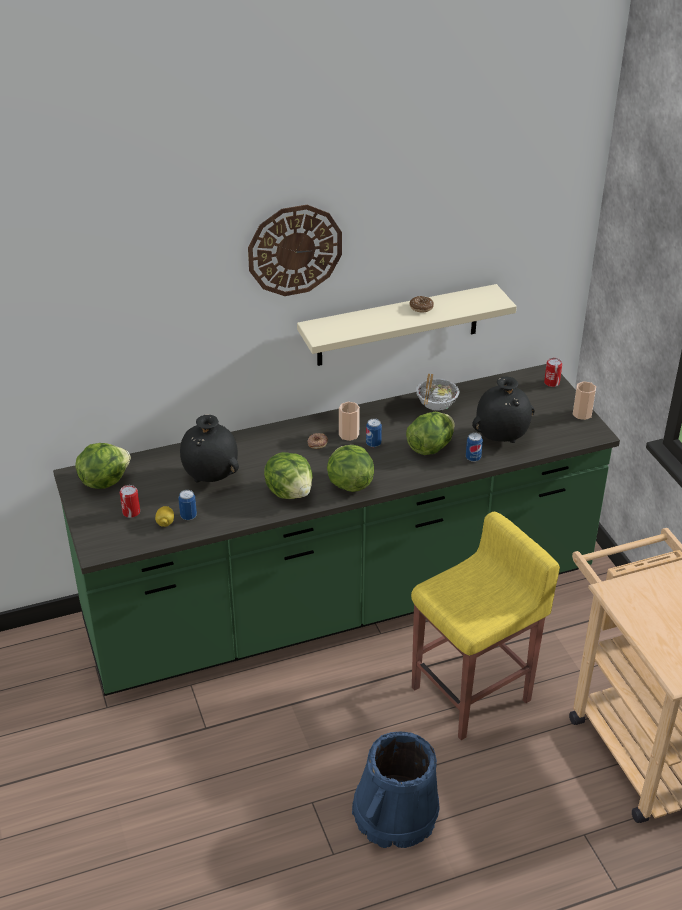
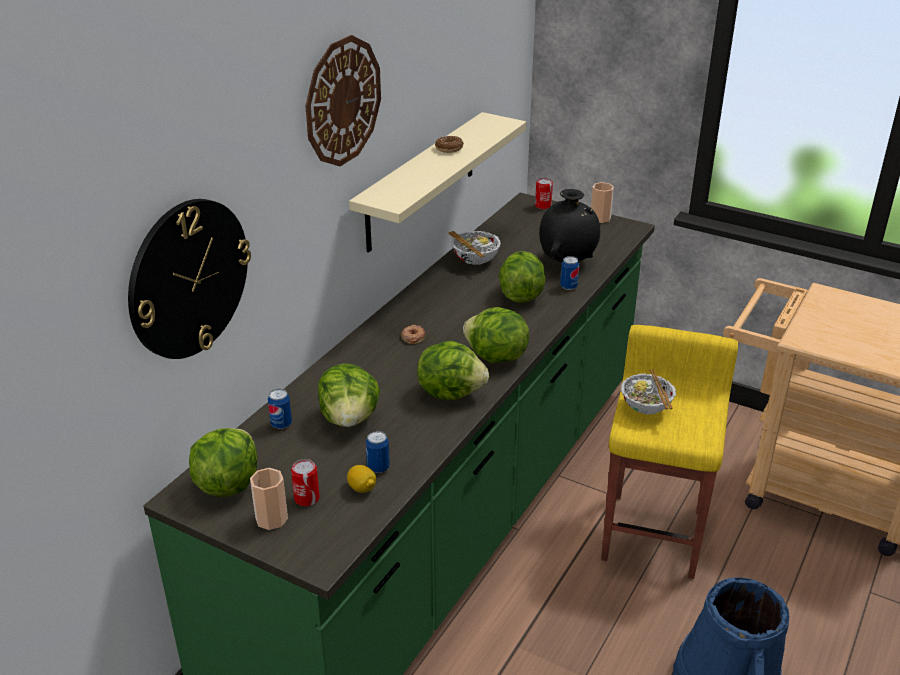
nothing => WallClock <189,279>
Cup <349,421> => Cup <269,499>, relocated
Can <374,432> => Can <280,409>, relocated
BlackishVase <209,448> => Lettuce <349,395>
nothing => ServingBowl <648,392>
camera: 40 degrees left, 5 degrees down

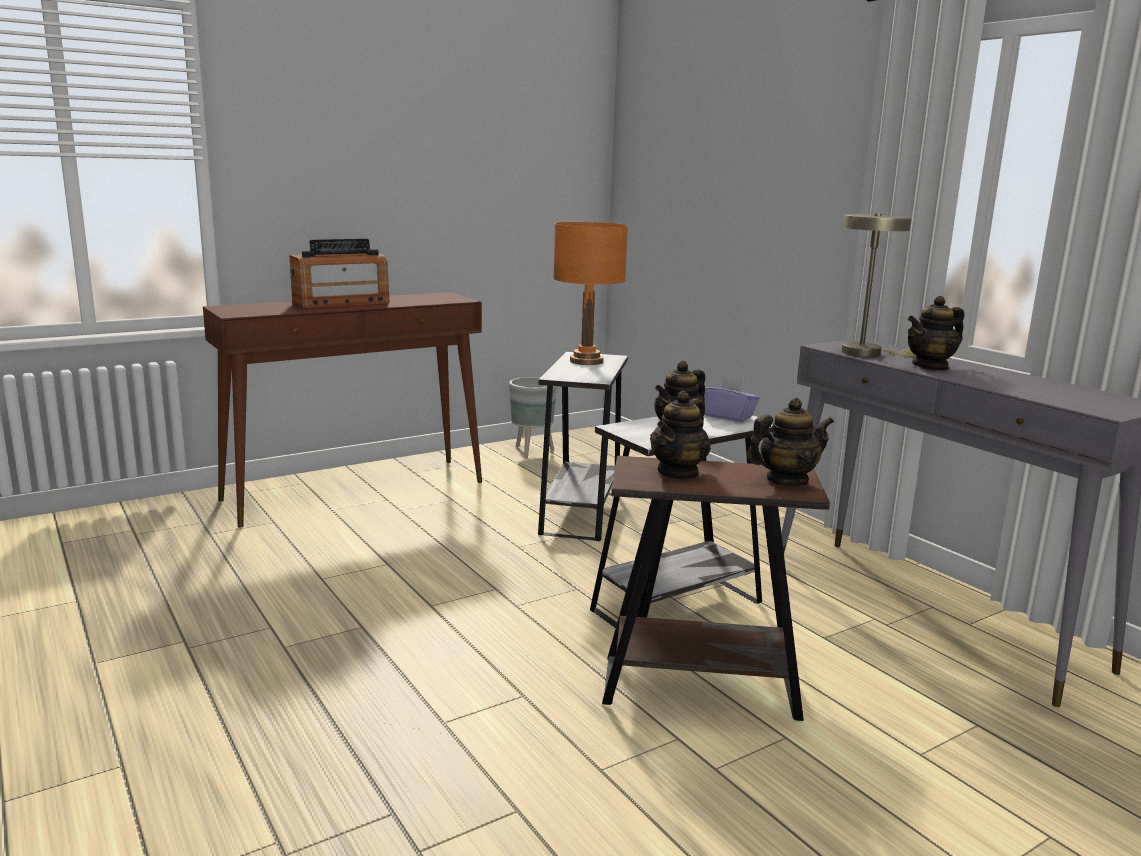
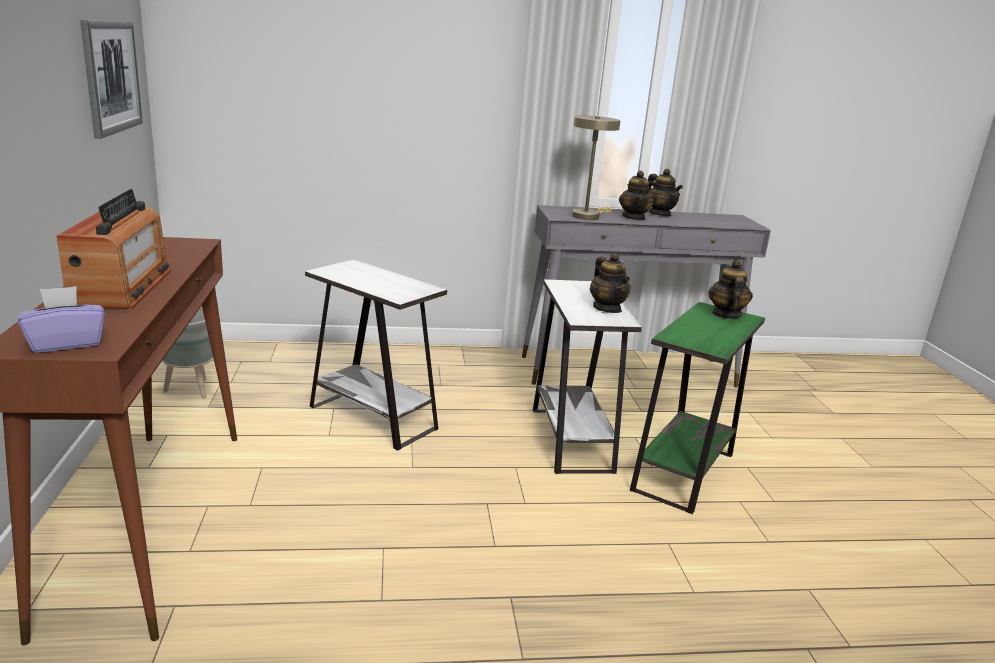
PurplishTissueBox <732,398> => PurplishTissueBox <61,319>, relocated
nothing => Picture <111,79>
BrownEndTable <716,588> => GreenEndTable <697,408>
TeaPot <680,435> => TeaPot <665,192>, relocated
OrangeTableLamp <590,293> => nothing
camera: 65 degrees left, 5 degrees up

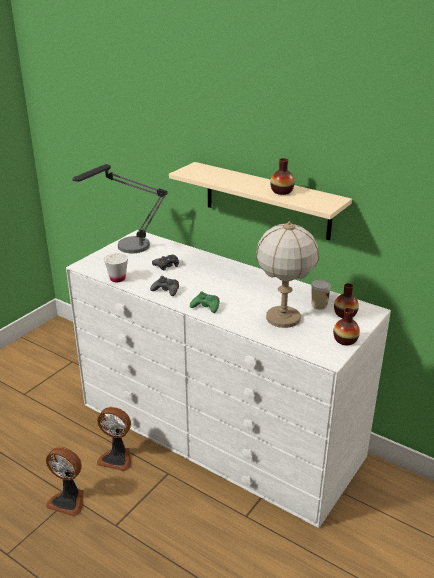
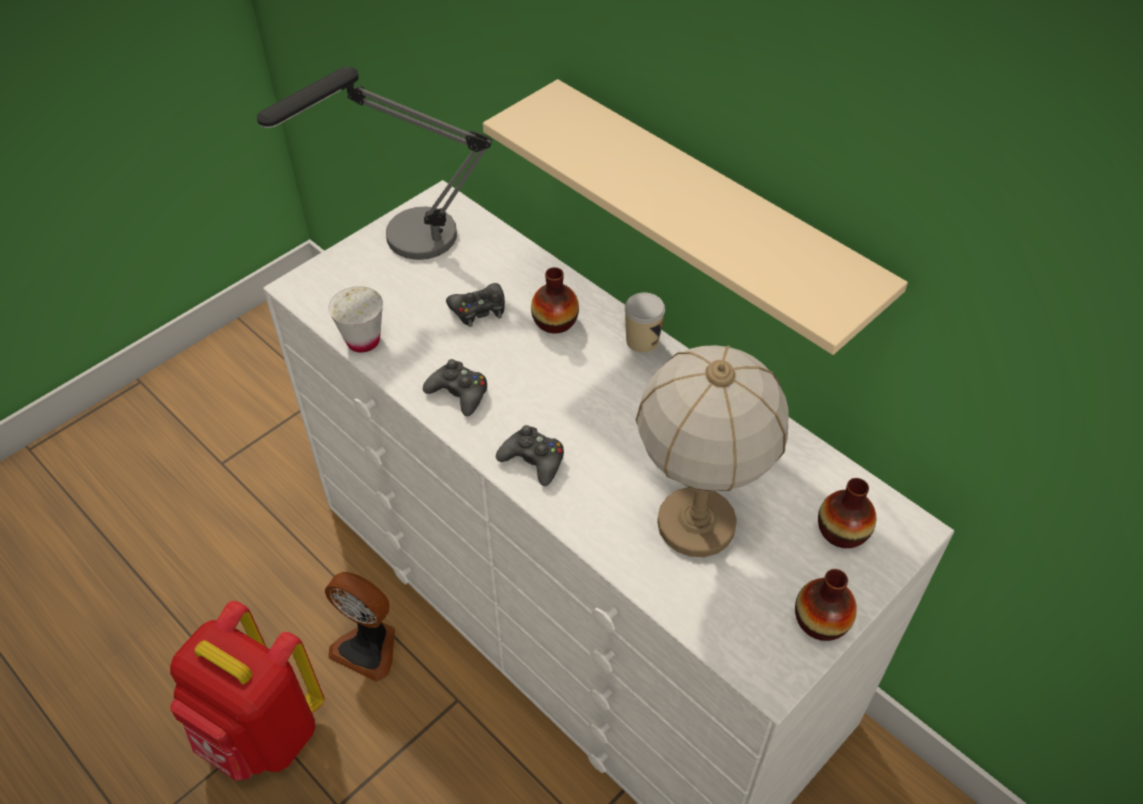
CoolingFan <64,482> => RedRucksack <247,691>
GreenJoypad <205,302> => BlackishJoypad <530,455>
Vase <282,176> => Vase <555,300>, relocated
Cup <321,295> => Cup <645,323>, relocated
camera: 10 degrees right, 20 degrees up

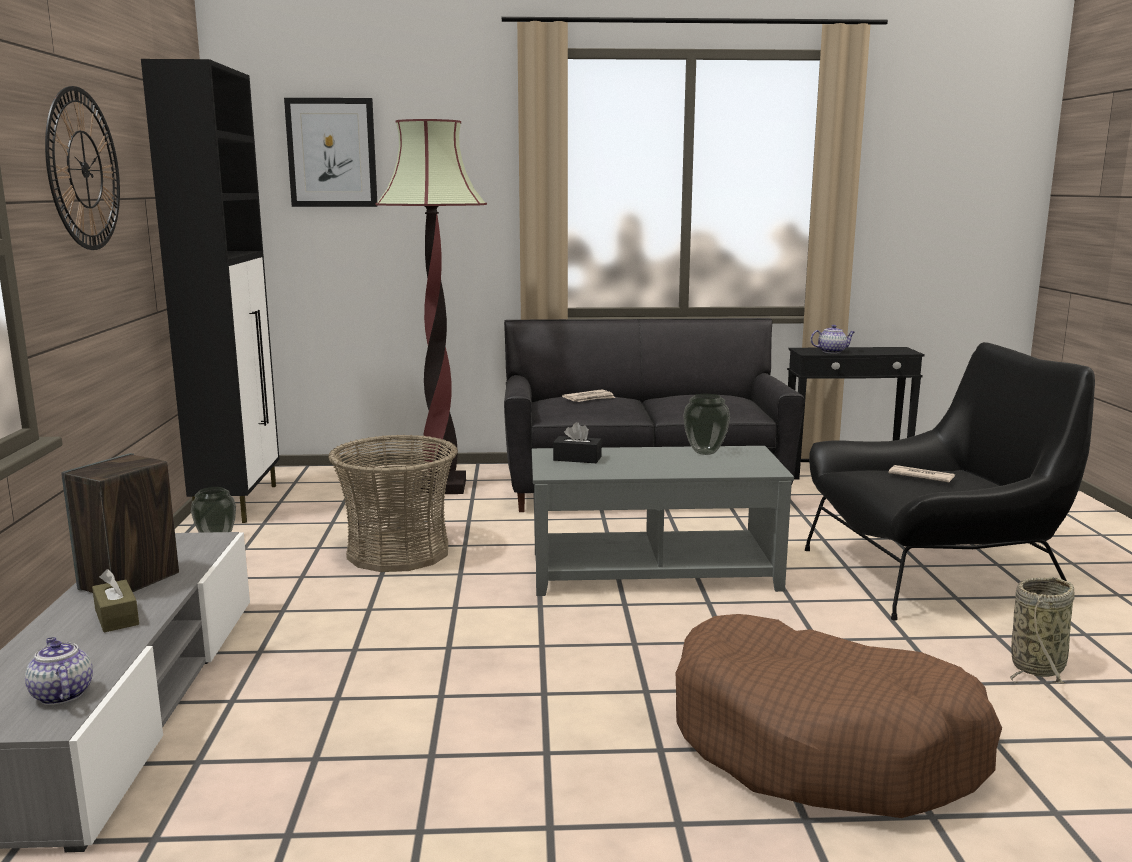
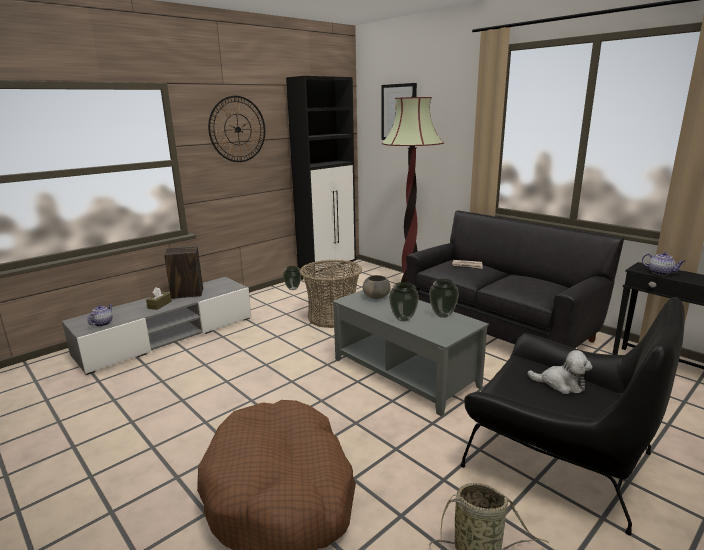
BlackishTissueBox <577,442> => GreyServingBowl <377,287>
nothing => Vase <404,302>
DailyPaper <921,474> => SoftToy <559,372>
camera: 50 degrees right, 5 degrees up

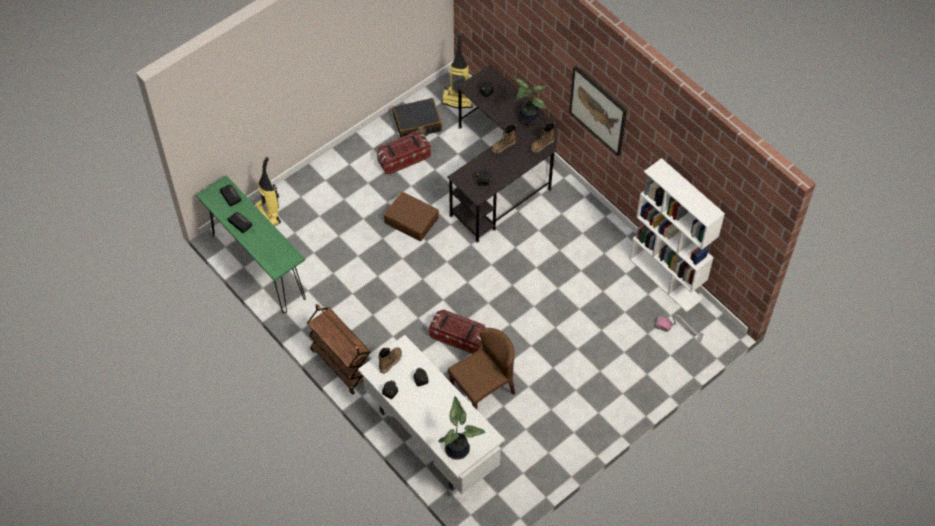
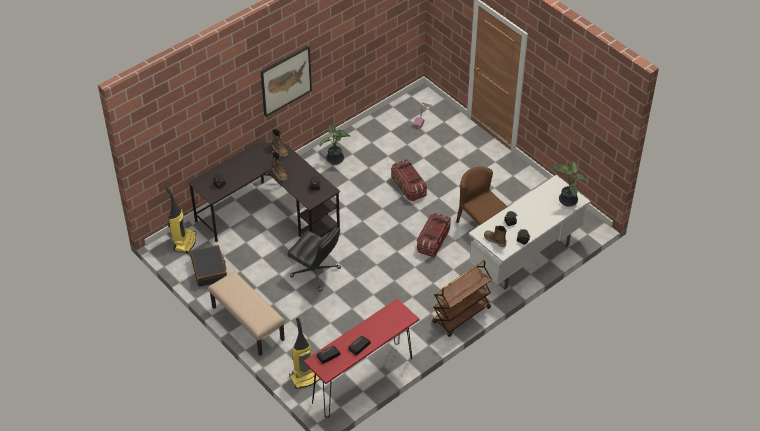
nothing => SandColouredLongSeat <246,313>
BrownTravelCase <411,216> => BlackishComputerChair <314,258>
GreenHallTable <250,244> => RedHallTable <362,358>
PottedPlant <531,101> => PottedPlant <335,145>, relocated
StorageBox <404,152> => StorageBox <409,180>, relocated
WhitishBookshelf <677,235> => nothing
camera: 90 degrees left, 10 degrees down

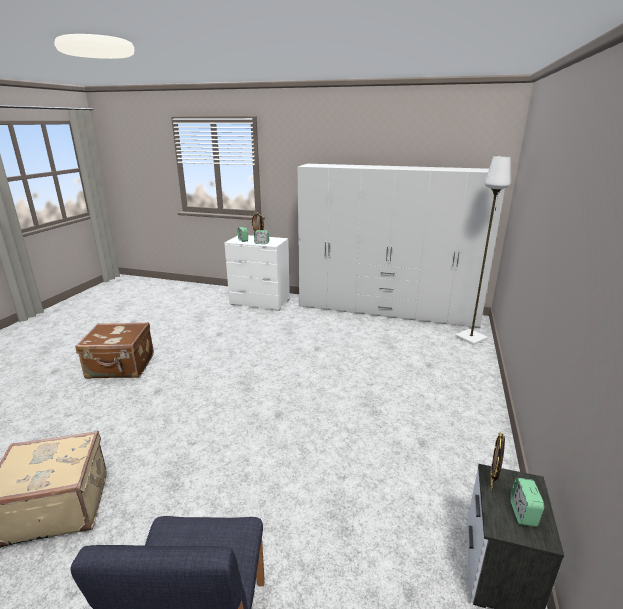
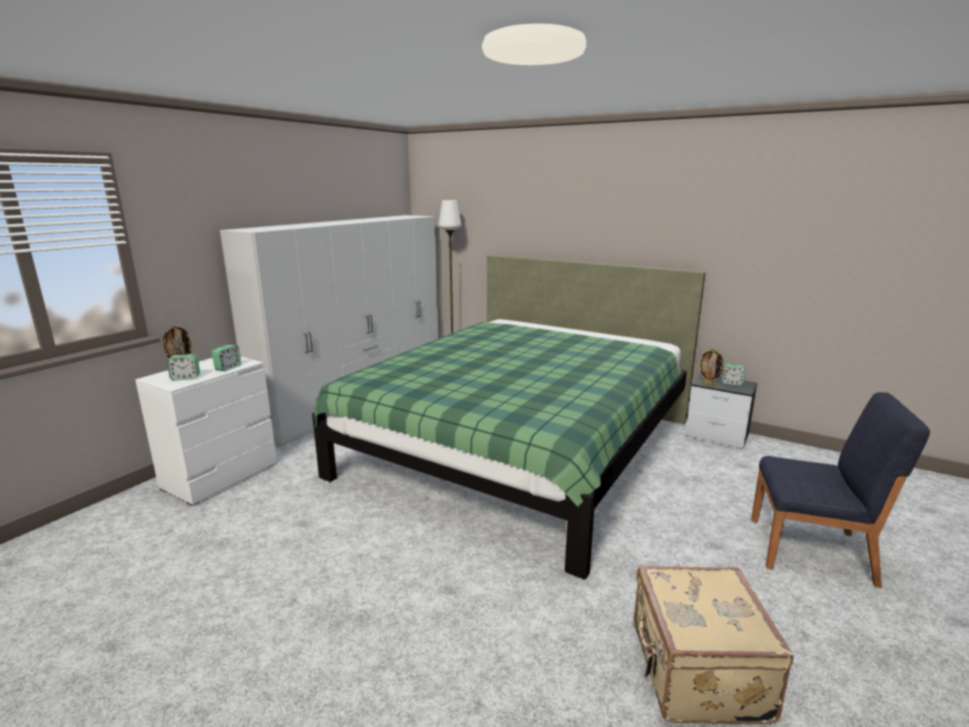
nothing => GreenBedroomBed <509,417>
BrownTravelCase <114,350> => nothing
camera: 75 degrees left, 5 degrees down

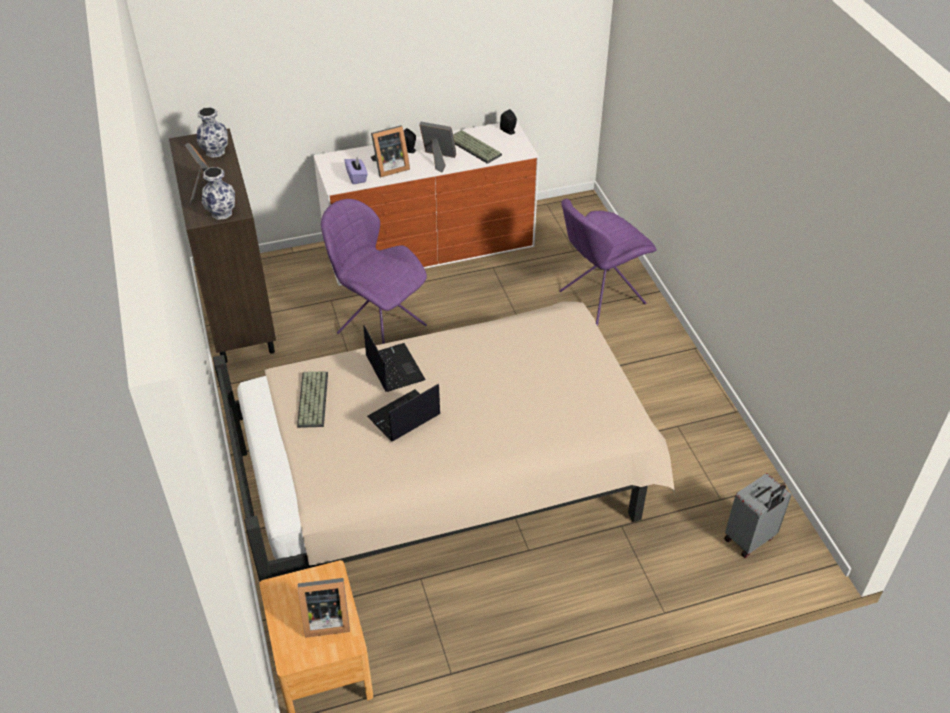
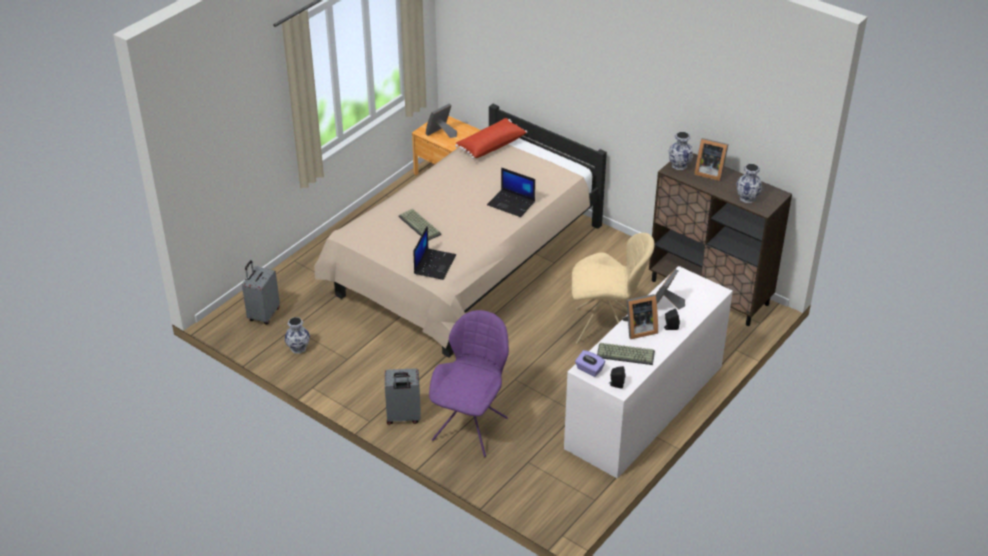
nothing => Vase <297,335>
nothing => GreyTravelCase <403,396>
ComputerKeyboard <312,399> => ComputerKeyboard <420,225>, relocated
PortableComputer <403,412> => PortableComputer <435,253>, relocated
nothing => RedPillow <491,138>
PurplishChair <374,271> => SandColouredChair <613,288>
PurplishTissueBox <356,171> => PurplishTissueBox <590,363>, relocated
camera: 145 degrees right, 5 degrees down

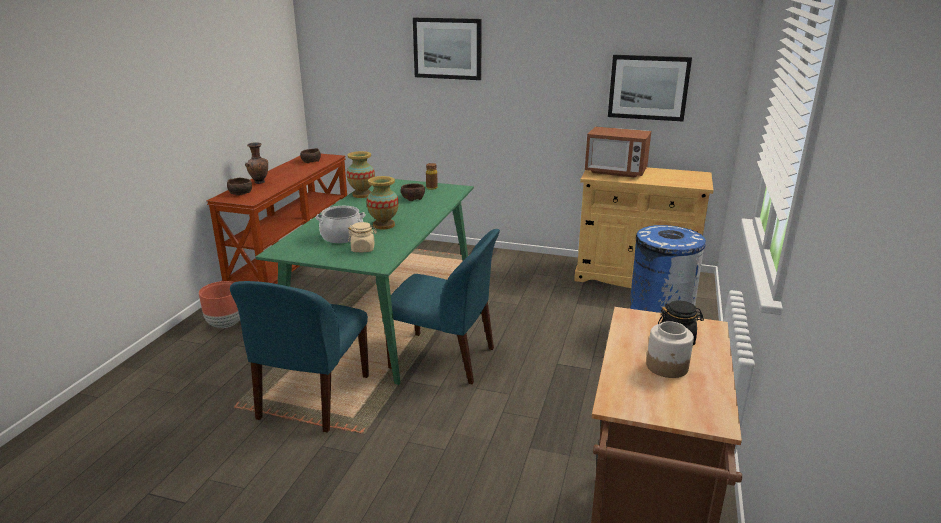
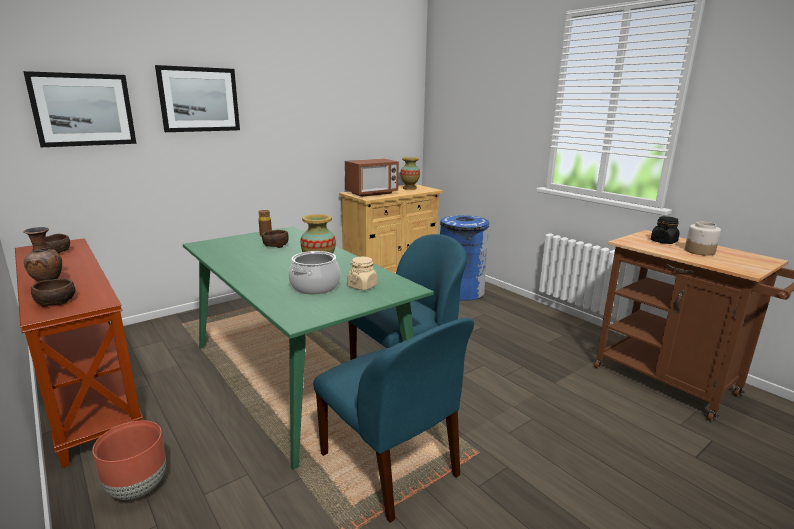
Picture <650,88> => Picture <80,109>, relocated
Vase <361,174> => Vase <410,173>, relocated
camera: 55 degrees left, 5 degrees down

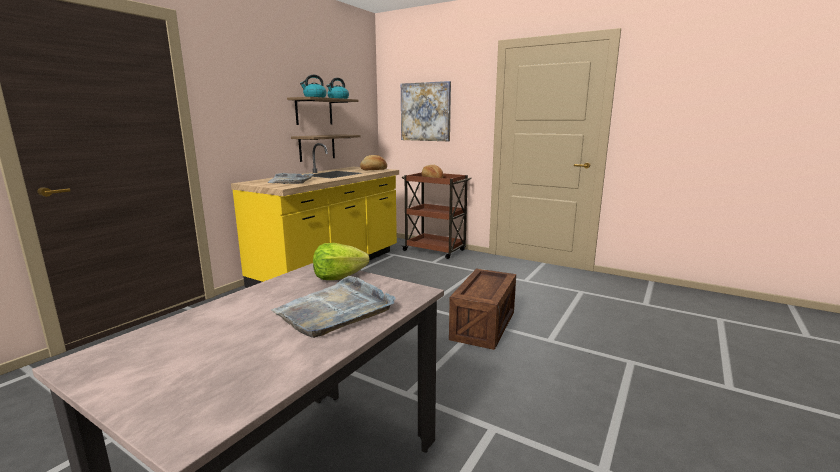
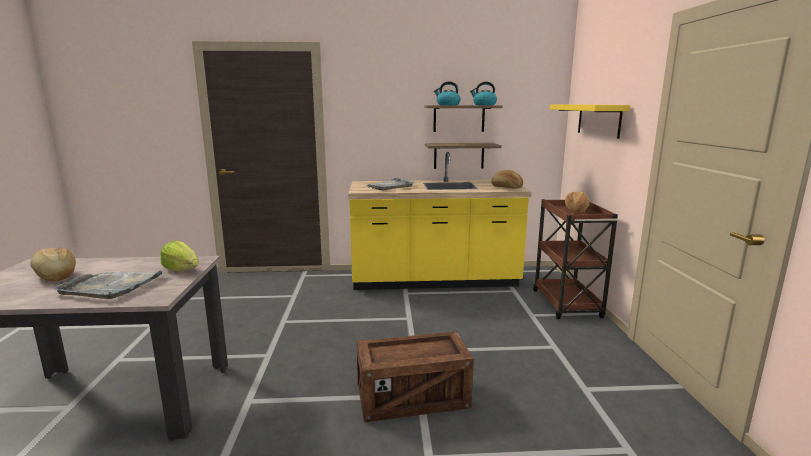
nothing => BakeryBread <53,264>
Picture <426,111> => YellowColouredWallShelf <589,122>
camera: 55 degrees right, 0 degrees up

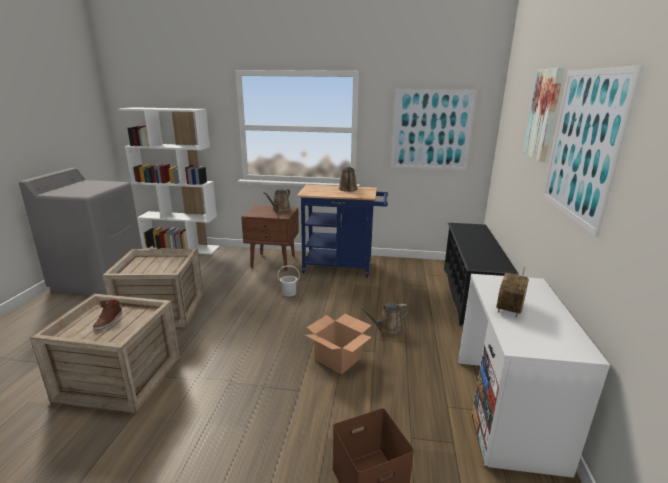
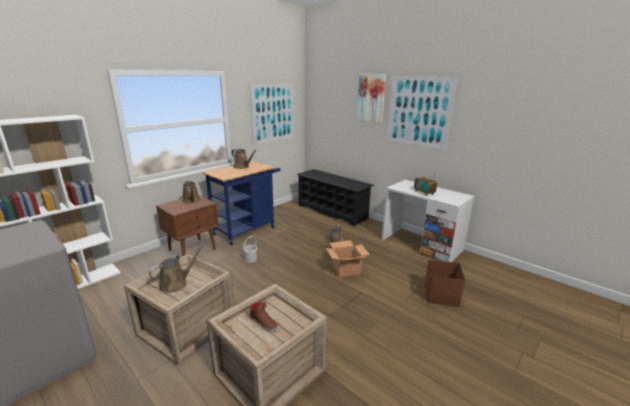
nothing => BrownSprinklingCan <176,268>
camera: 55 degrees left, 0 degrees up

